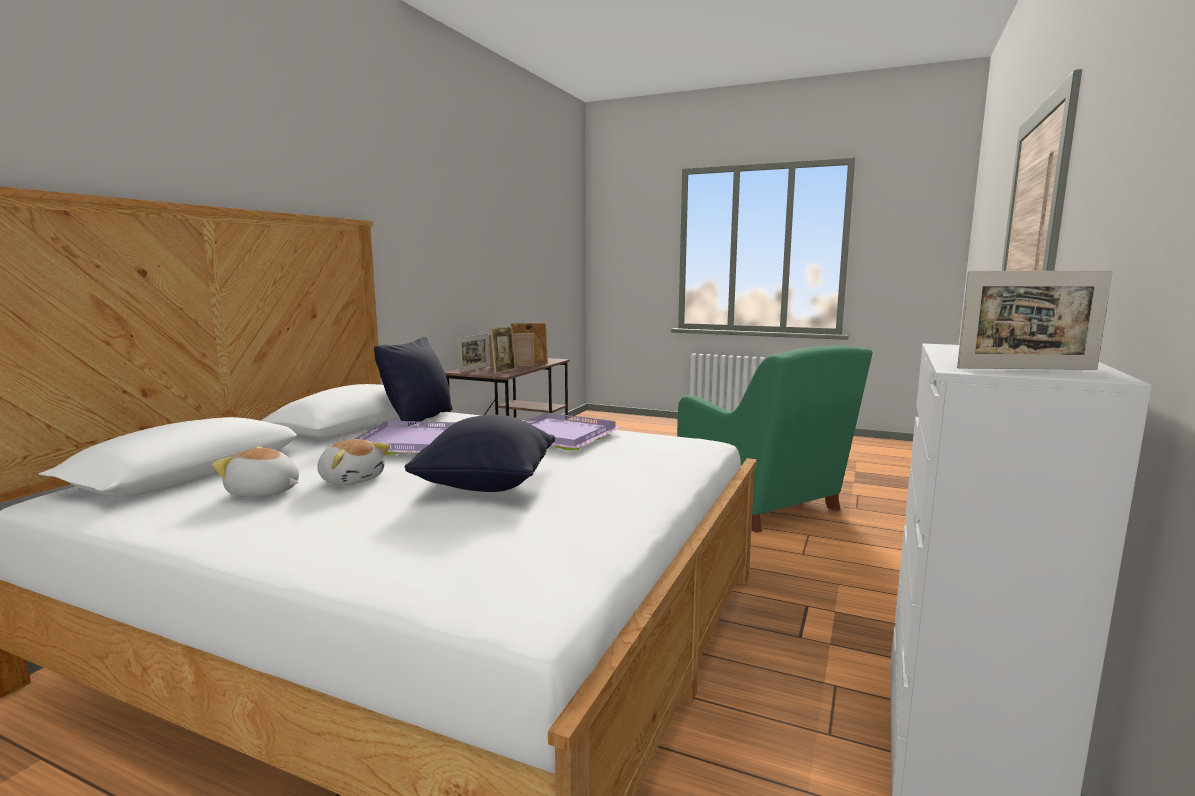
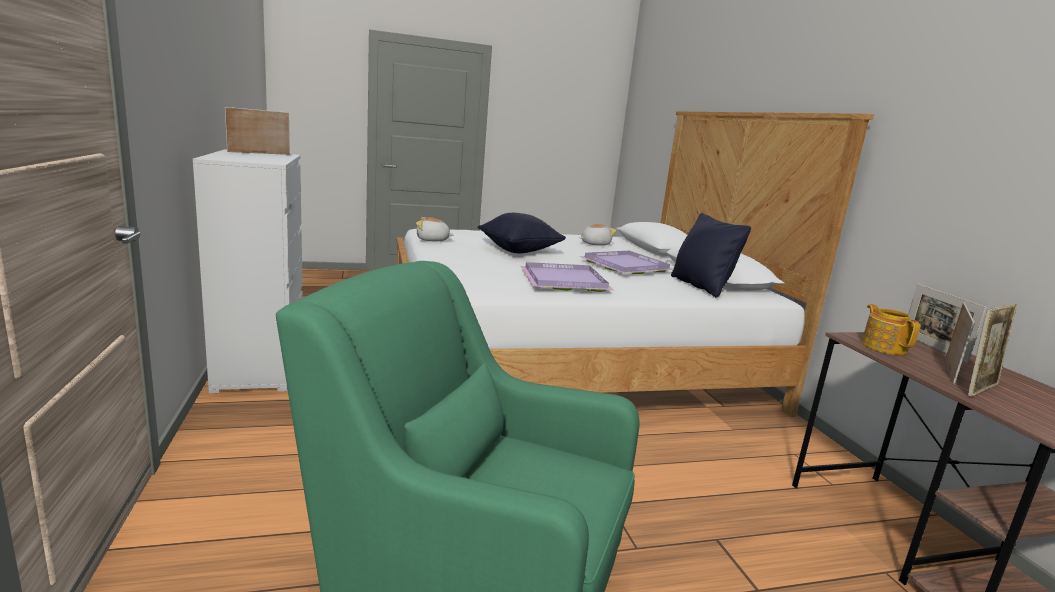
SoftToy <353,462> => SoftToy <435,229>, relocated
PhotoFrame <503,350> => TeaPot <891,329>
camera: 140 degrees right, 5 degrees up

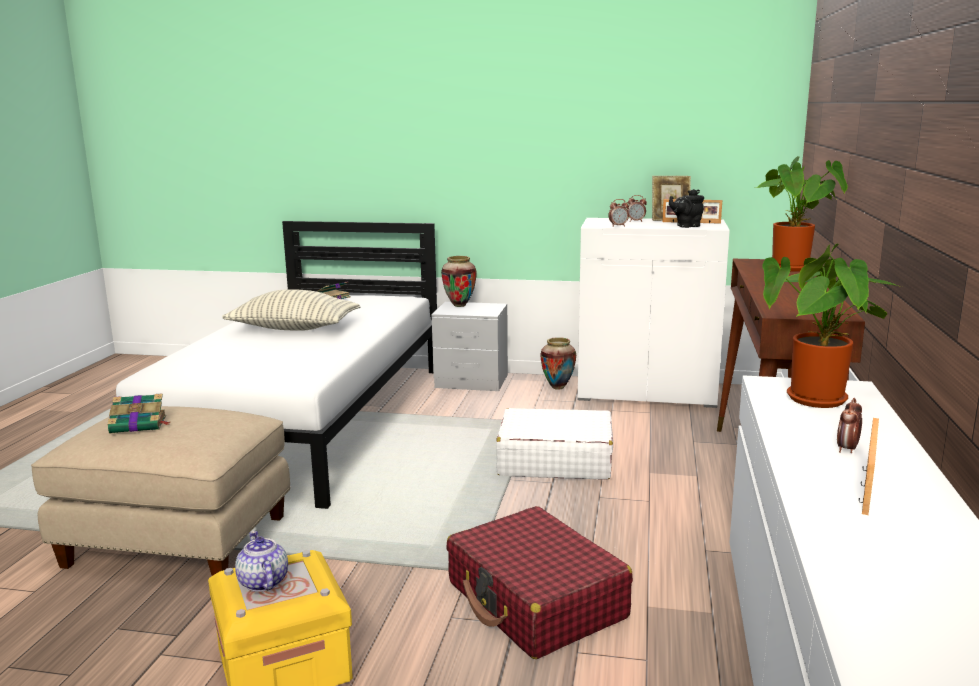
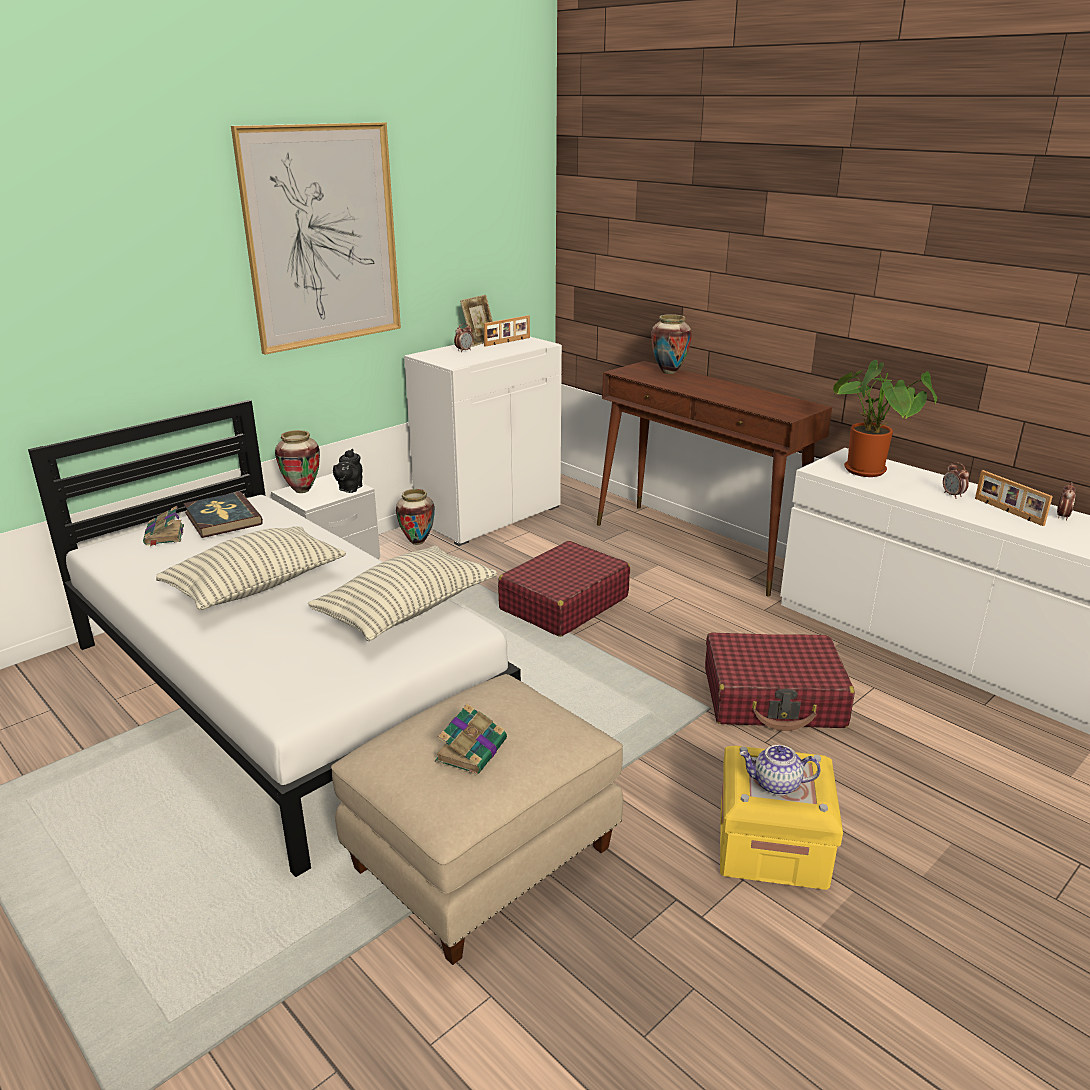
nothing => BoundBook <223,515>
nothing => Picture <316,238>
nothing => Pillow <402,593>
BlackishTeaPot <686,208> => BlackishTeaPot <347,471>, relocated
WhitishTravelCase <554,443> => RedTravelCase <564,589>
PottedPlant <802,214> => Vase <671,344>
BedsideClock <618,213> => BedsideClock <1066,501>, relocated
camera: 55 degrees left, 10 degrees up

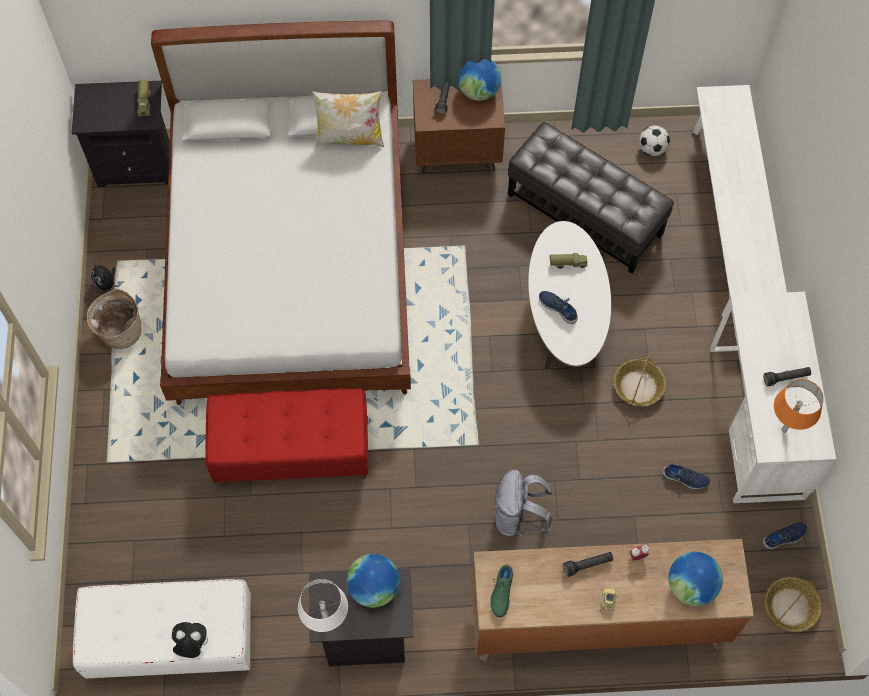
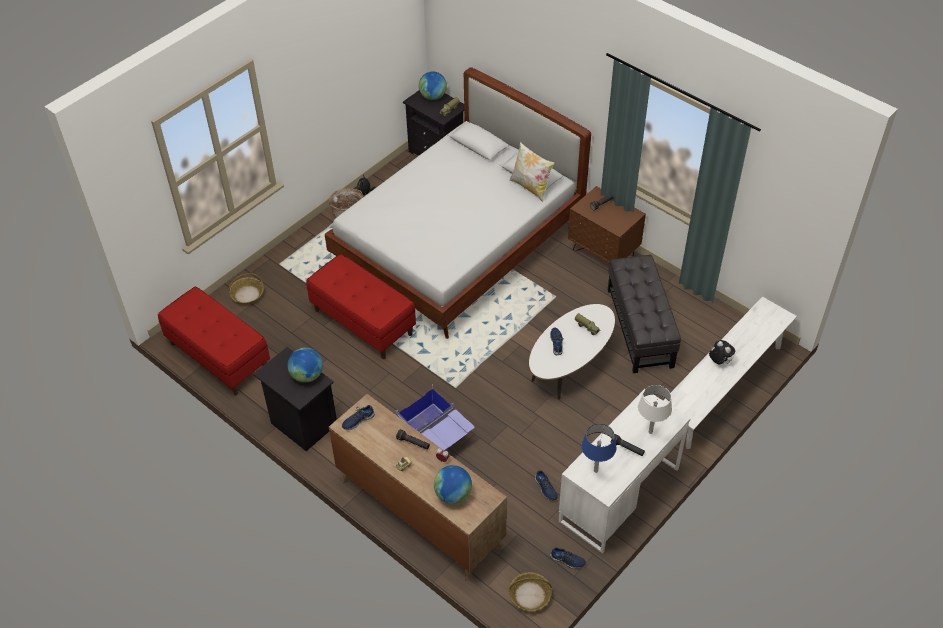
WhitishLongSeat <162,629> => RedLongSeat <214,341>
Basket <640,380> => Basket <246,289>, relocated
GreenLowShoe <502,591> => BlueColouredLowShoe <358,417>
GreyRucksack <523,503> => BlueColouredStorageBox <435,417>
WorldGlobe <479,80> => WorldGlobe <433,85>, relocated
OrangeTableLamp <799,406> => BlueColouredTableLamp <598,448>
WhitishTableLamp <323,605> => WhitishTableLamp <655,409>, relocated
SoftToy <189,640> => SoftToy <722,352>, relocated
FootballBall <654,140> => nothing
camera: 45 degrees right, 15 degrees down

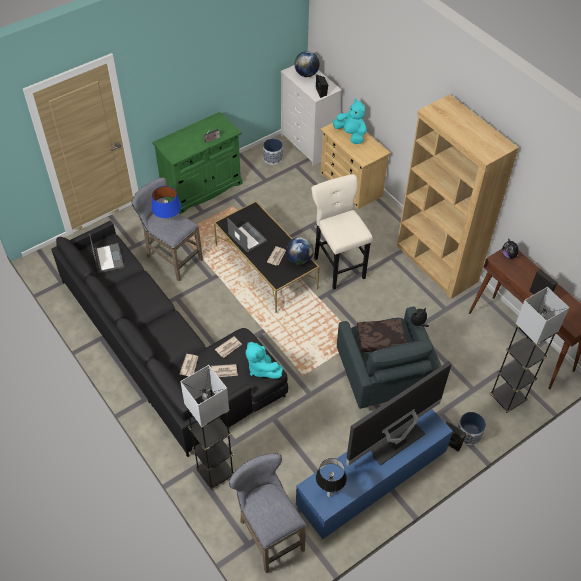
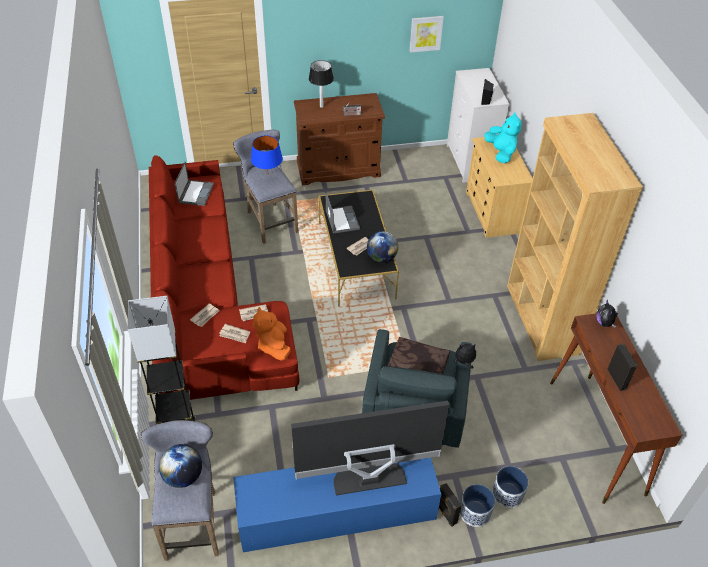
BlackishCouch <169,339> => RedCouch <224,277>
WorldGlobe <307,64> => WorldGlobe <180,466>, relocated
TurquoiseColouredSoftToy <264,360> => OrangeSoftToy <272,334>
GreenCupboard <197,163> => BrownCupboard <339,139>
TableLamp <331,477> => TableLamp <321,84>, relocated
nothing => Picture <427,34>
FlowerPot <273,151> => FlowerPot <510,487>, relocated
SandColouredStool <342,232> => nothing
GreyStandardLamp <529,350> => nothing
camera: 25 degrees right, 5 degrees down

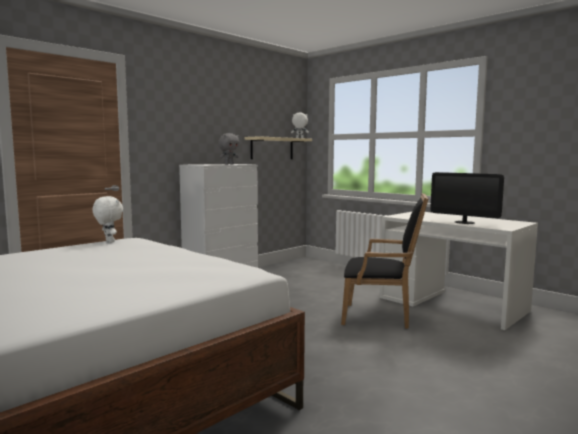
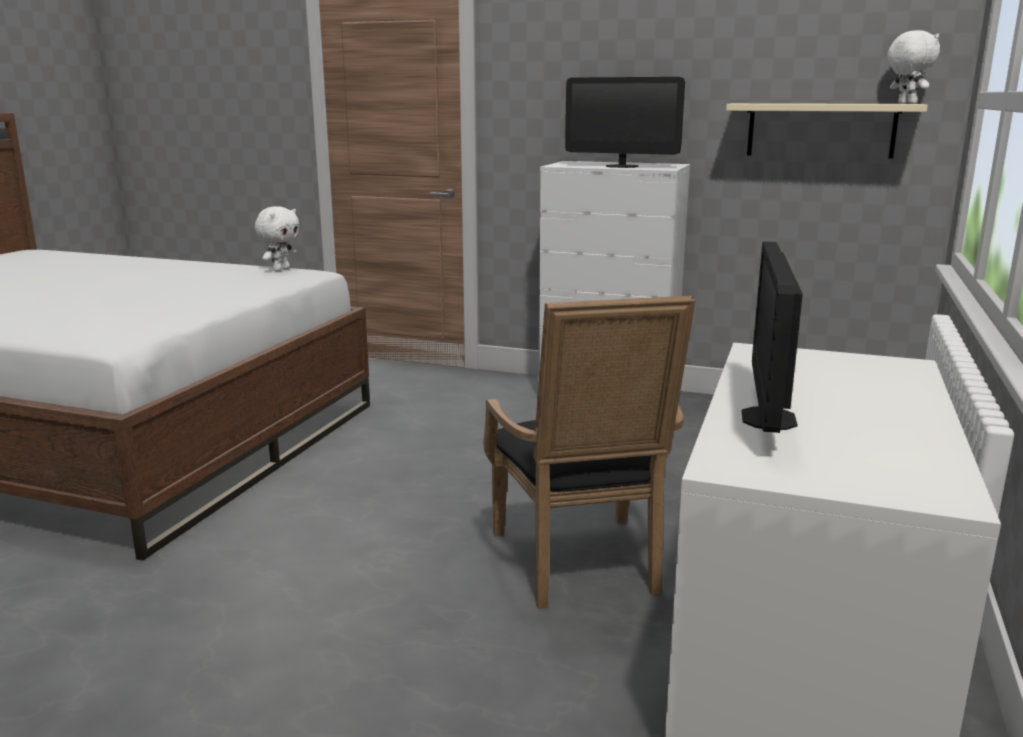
GreySoftToy <228,149> => Monitor <625,122>
camera: 65 degrees right, 10 degrees up

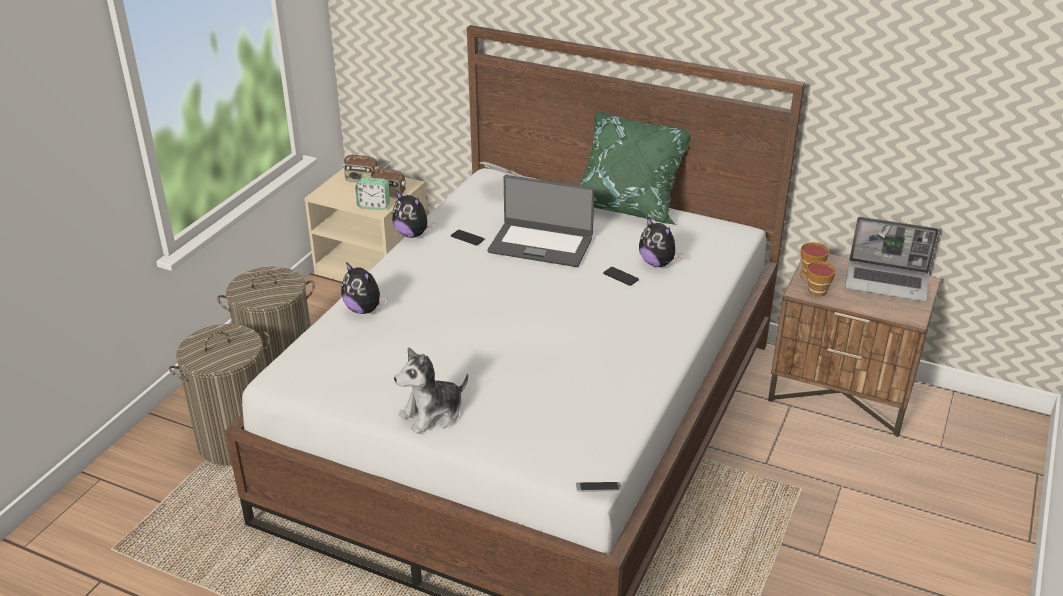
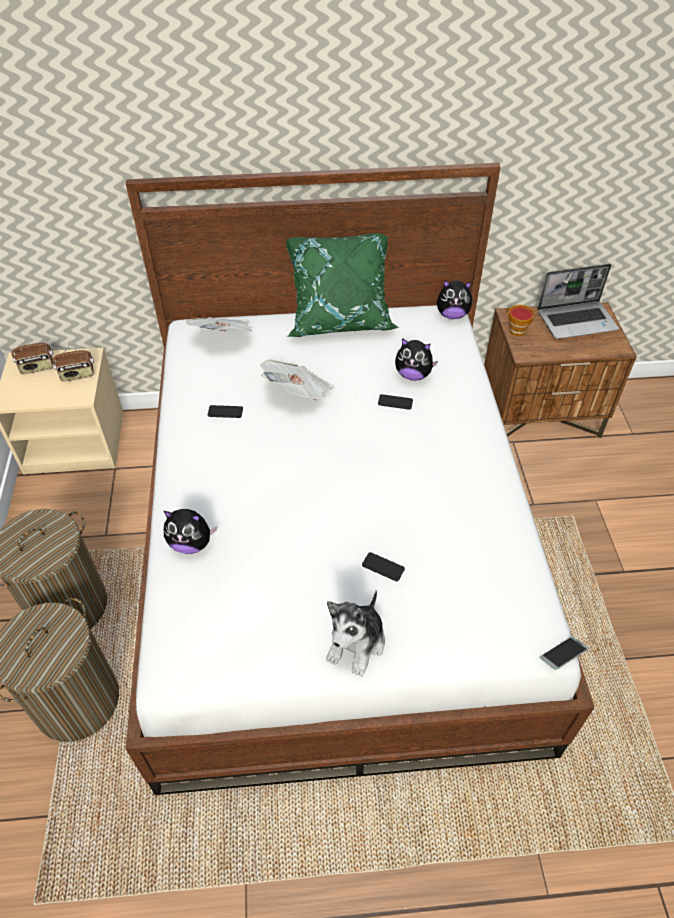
PortableComputer <541,221> => DailyPaper <297,379>
nothing => Handset <383,566>
SoftToy <413,214> => SoftToy <456,299>, relocated
BedsideClock <372,193> => nothing
Cup <818,279> => nothing
camera: 30 degrees left, 15 degrees up

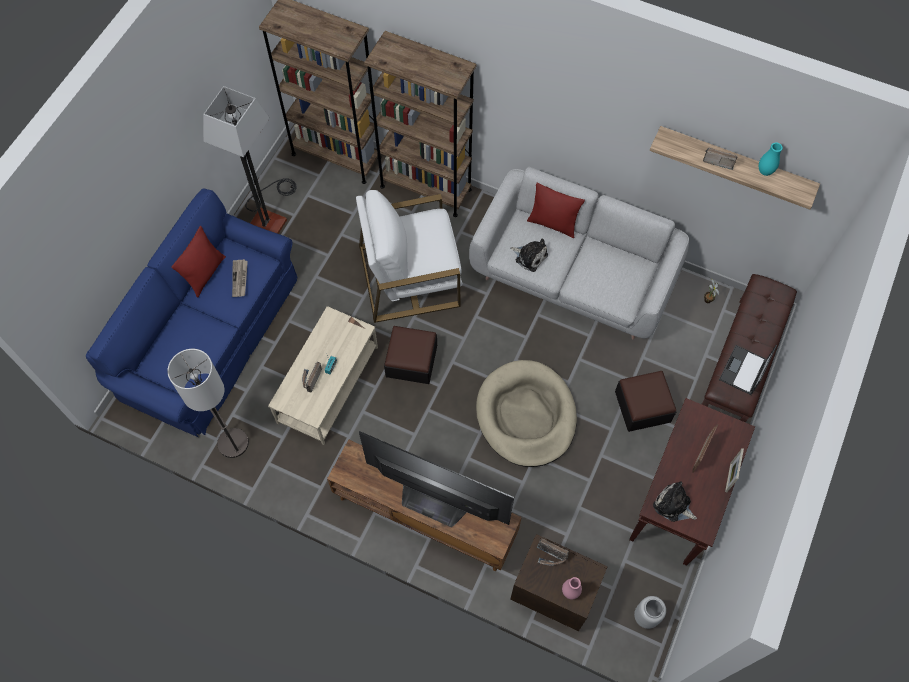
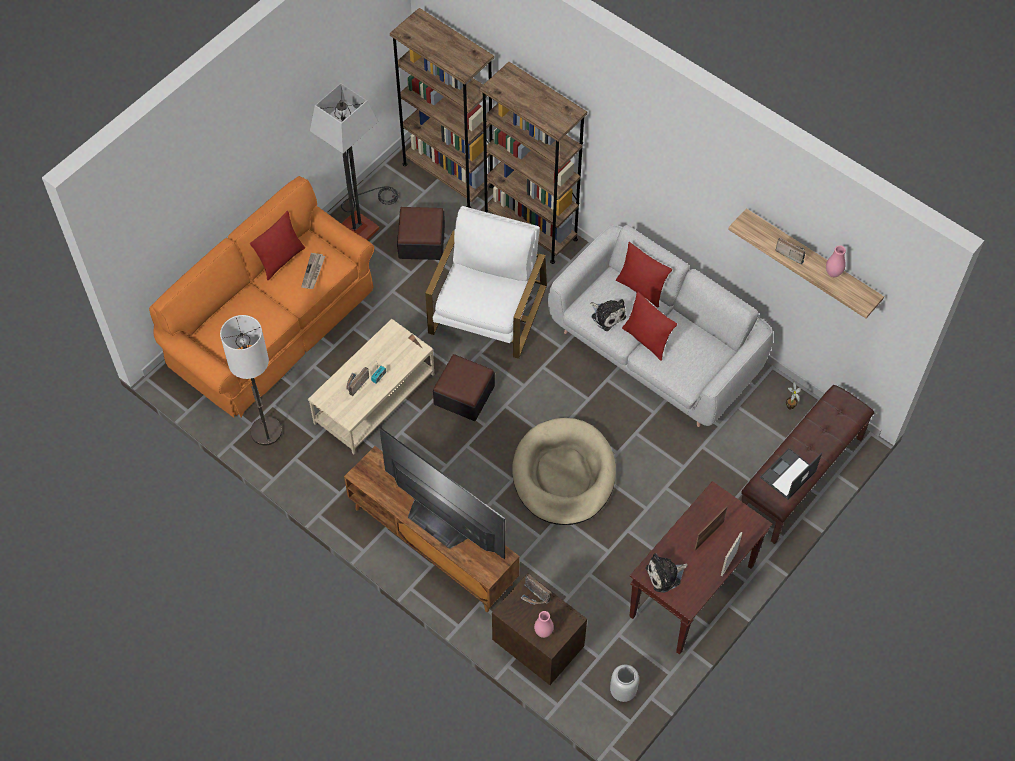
BlueColouredCouch <192,313> => OrangeCouch <261,297>
Ottoman <645,401> => Ottoman <421,233>, relocated
WhitishEasyChair <409,256> => WhitishEasyChair <486,282>, 105 degrees clockwise
nothing => RedPillow <649,326>
SoftToy <675,501> => SoftToy <666,573>, 75 degrees counterclockwise
TurquoiseColouredVase <771,159> => PinkishVase <836,261>
camera: 15 degrees right, 5 degrees down

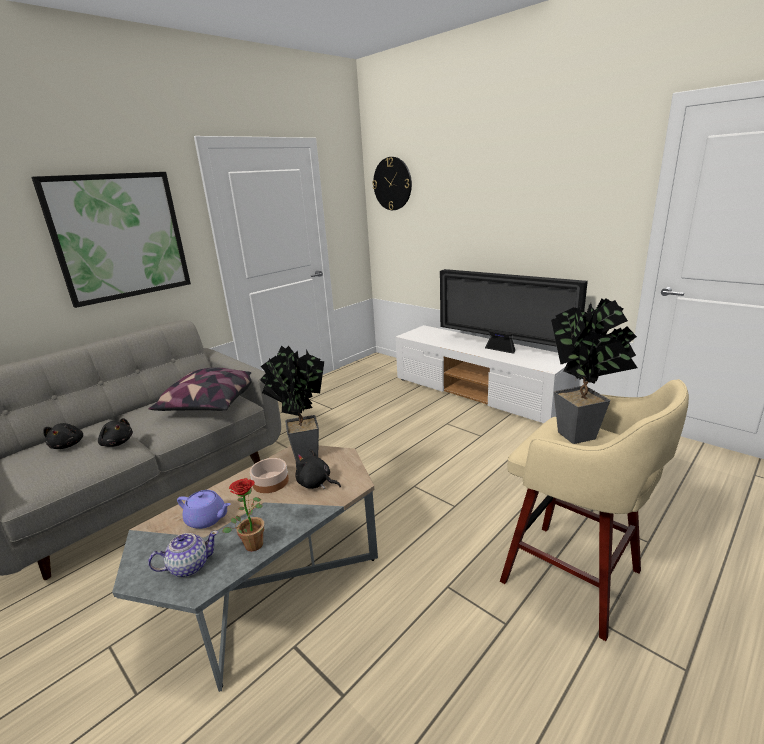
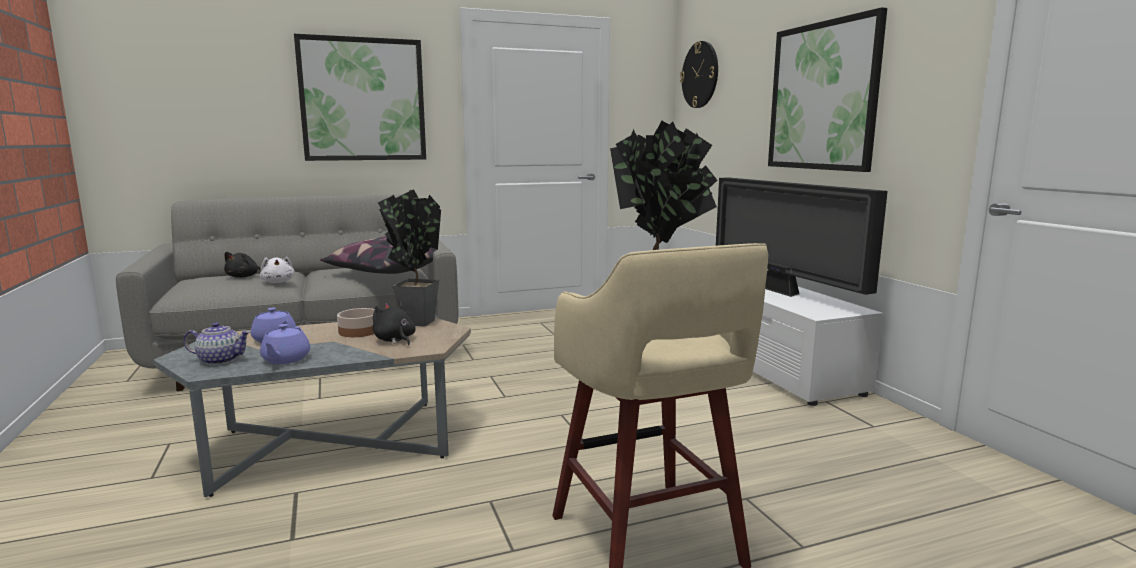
BlackishSoftToy <115,432> => WhitishSoftToy <277,270>
PottedPlant <243,514> => PurplishTeaPot <285,344>
nothing => Picture <827,89>
camera: 25 degrees right, 10 degrees down

